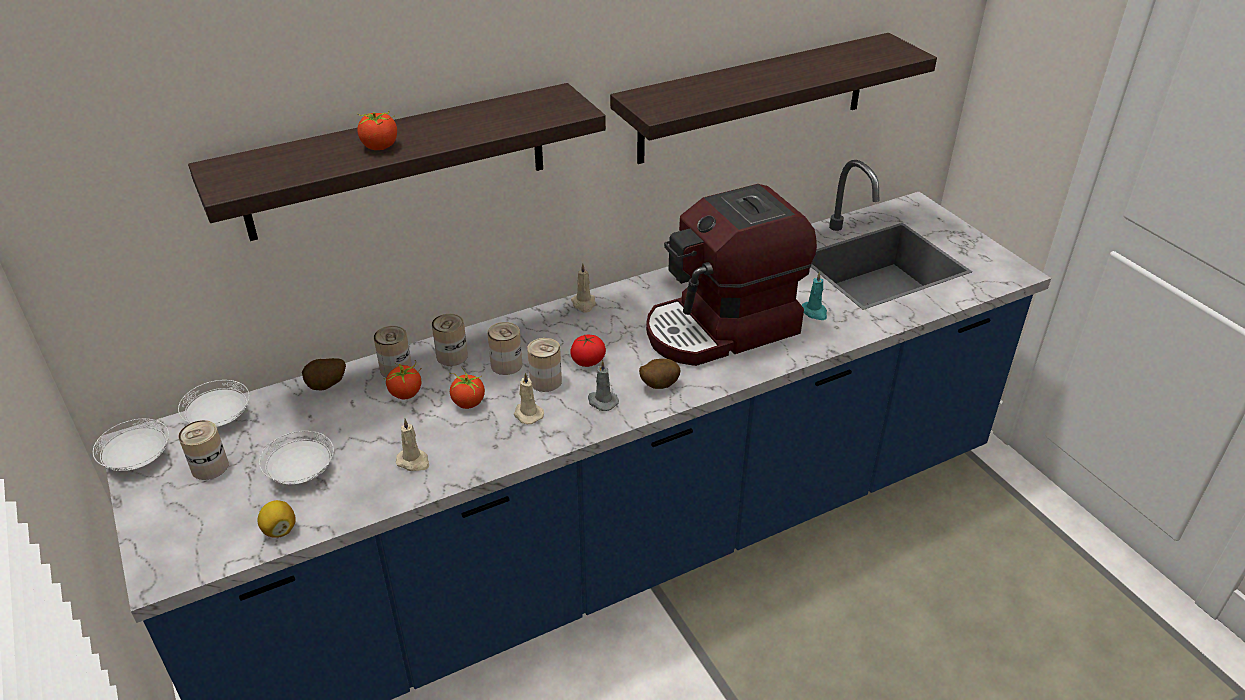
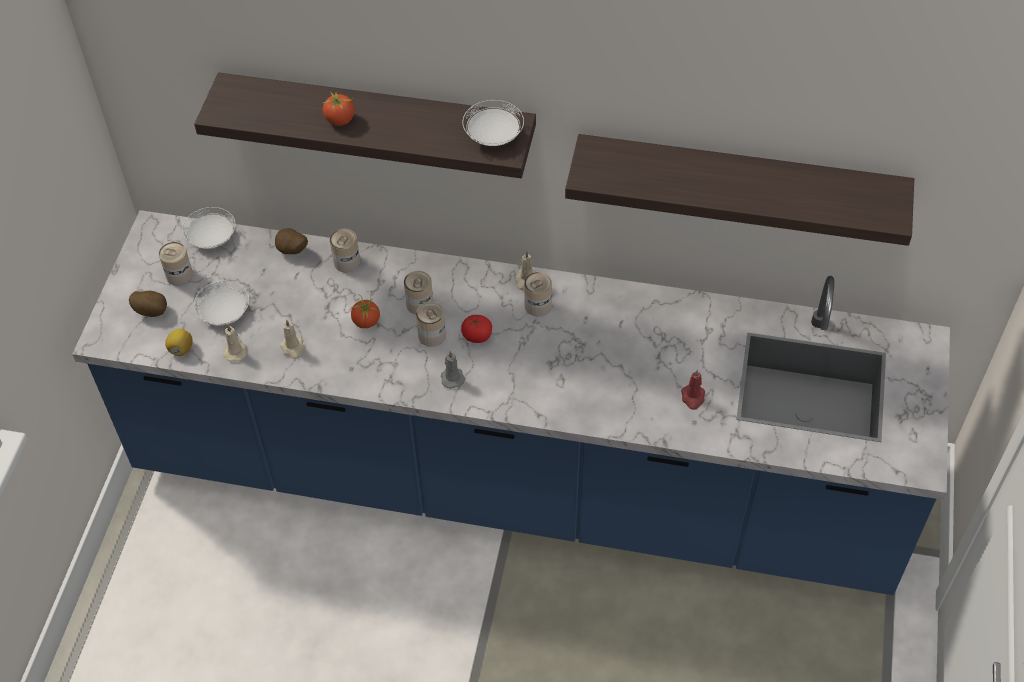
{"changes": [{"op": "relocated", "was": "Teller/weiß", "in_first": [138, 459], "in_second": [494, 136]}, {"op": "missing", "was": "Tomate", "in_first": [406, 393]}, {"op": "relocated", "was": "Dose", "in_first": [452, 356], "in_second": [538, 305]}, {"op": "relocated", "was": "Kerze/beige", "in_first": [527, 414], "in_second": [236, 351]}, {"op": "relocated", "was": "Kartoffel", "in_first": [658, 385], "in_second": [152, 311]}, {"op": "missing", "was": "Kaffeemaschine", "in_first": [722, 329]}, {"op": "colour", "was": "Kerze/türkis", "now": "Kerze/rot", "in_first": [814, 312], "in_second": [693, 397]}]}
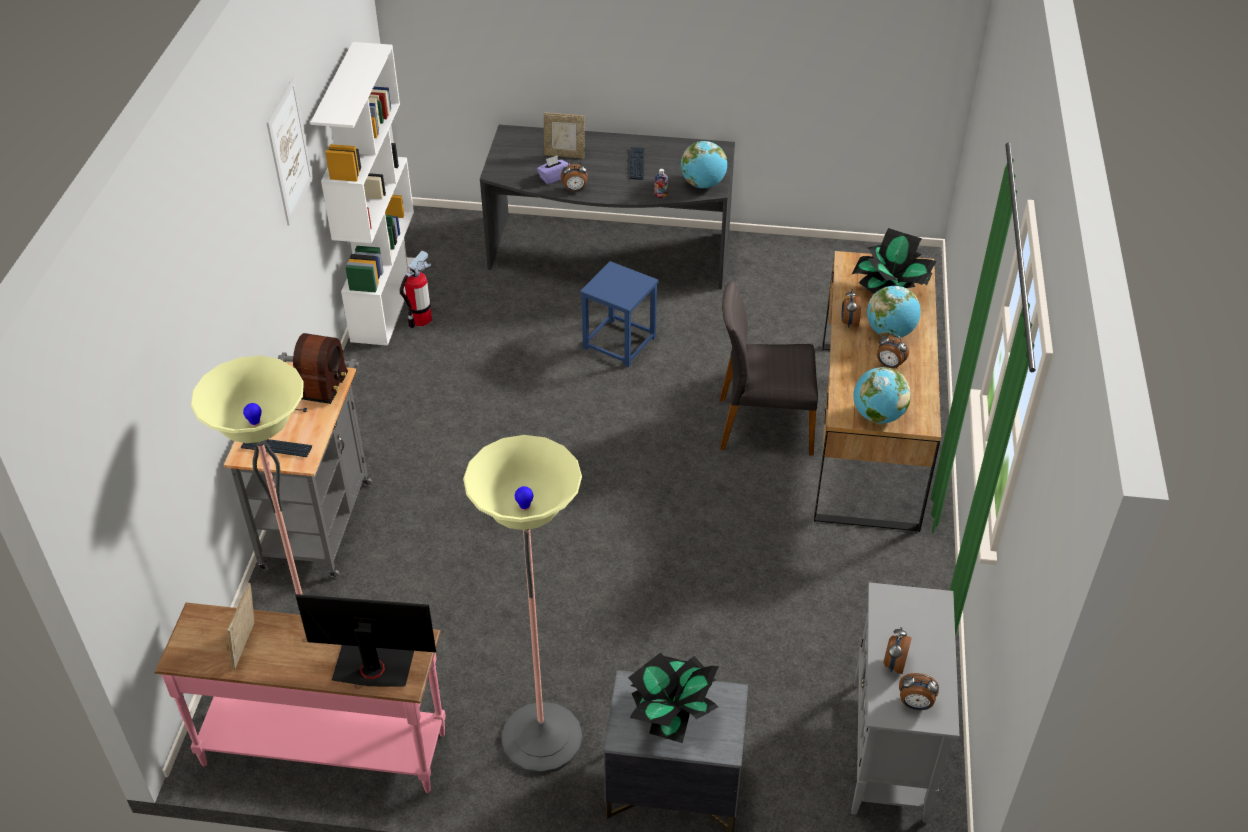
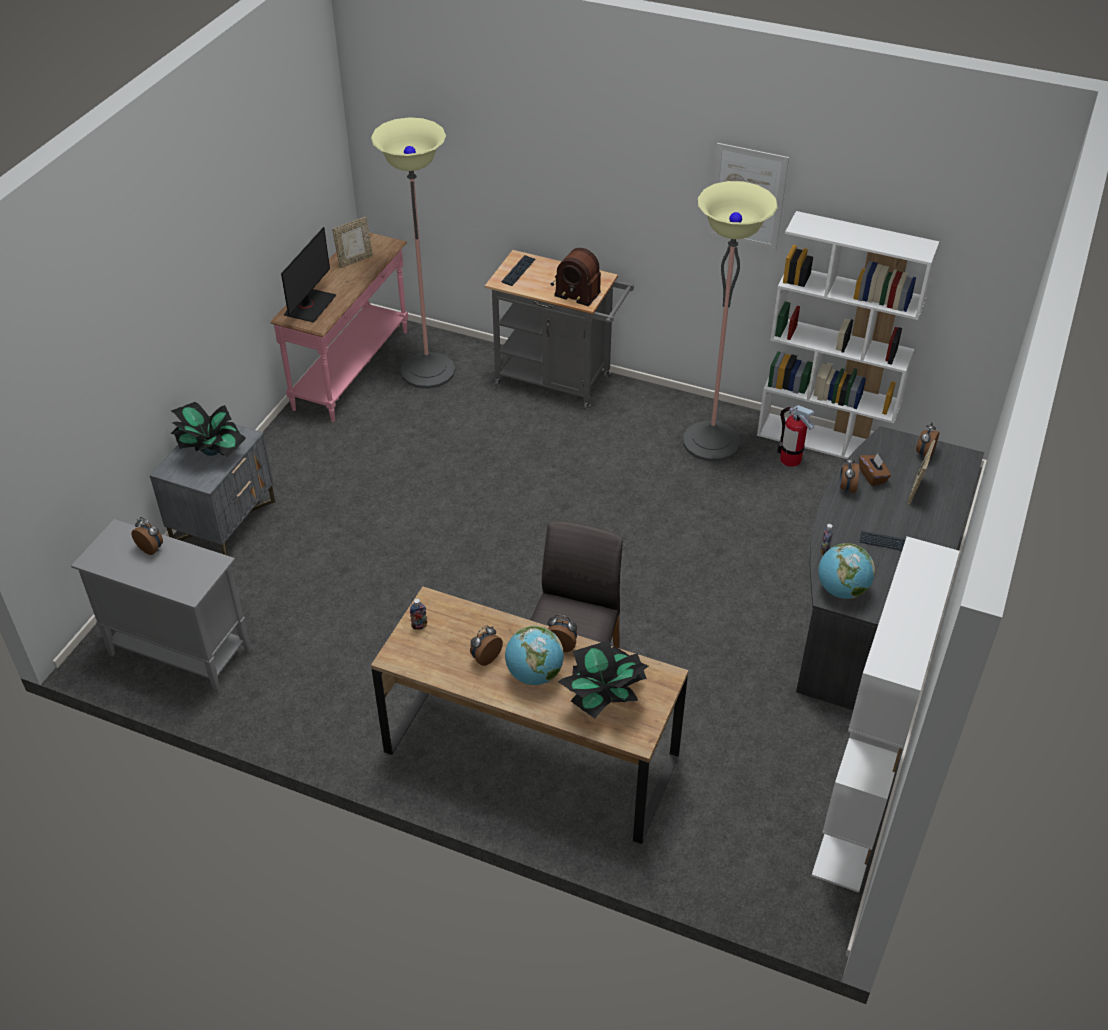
{"changes": [{"op": "spun", "was": "Bilderrahmen", "in_first": [247, 646], "in_second": [355, 260], "clockwise": 120}, {"op": "relocated", "was": "Stehlampe", "in_first": [542, 738], "in_second": [711, 442]}, {"op": "colour", "was": "Taschentuchbox/lila", "now": "Taschentuchbox/braun", "in_first": [553, 177], "in_second": [873, 476]}, {"op": "missing", "was": "Hocker/blau", "in_first": [619, 343]}, {"op": "exchanged", "was": "Globus", "now": "Flasche", "in_first": [877, 416], "in_second": [419, 626]}, {"op": "relocated", "was": "Wecker", "in_first": [915, 704], "in_second": [924, 453]}, {"op": "appeared", "now": "Bücherregal/weiß", "in_second": [856, 816]}]}
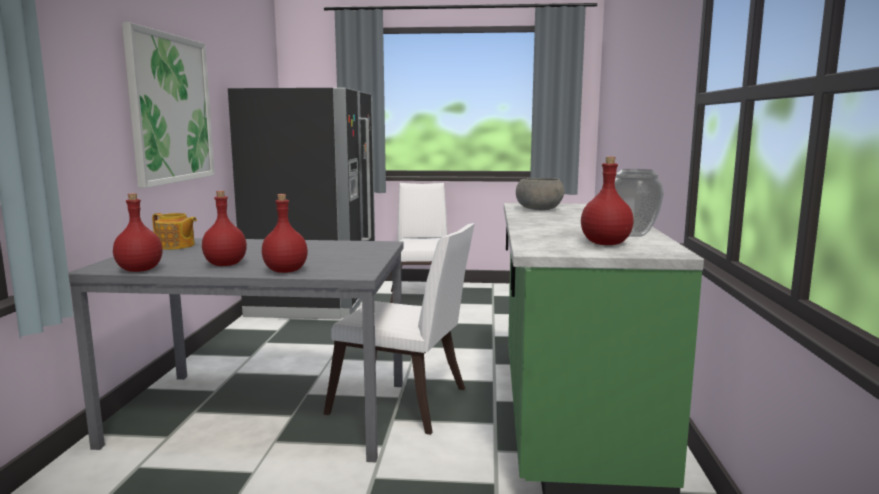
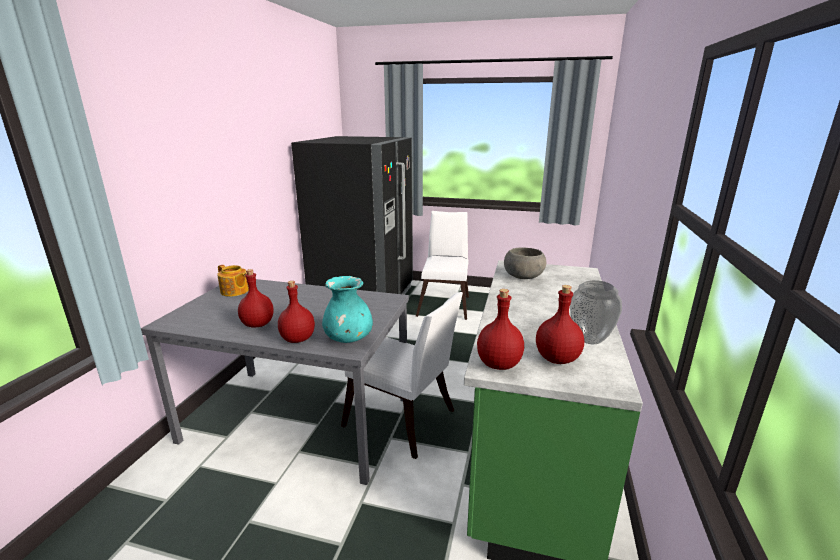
{"changes": [{"op": "relocated", "was": "Flasche/rot", "in_first": [139, 270], "in_second": [498, 364]}, {"op": "missing", "was": "Bild", "in_first": [171, 109]}, {"op": "appeared", "now": "Vase/türkis", "in_second": [349, 339]}]}
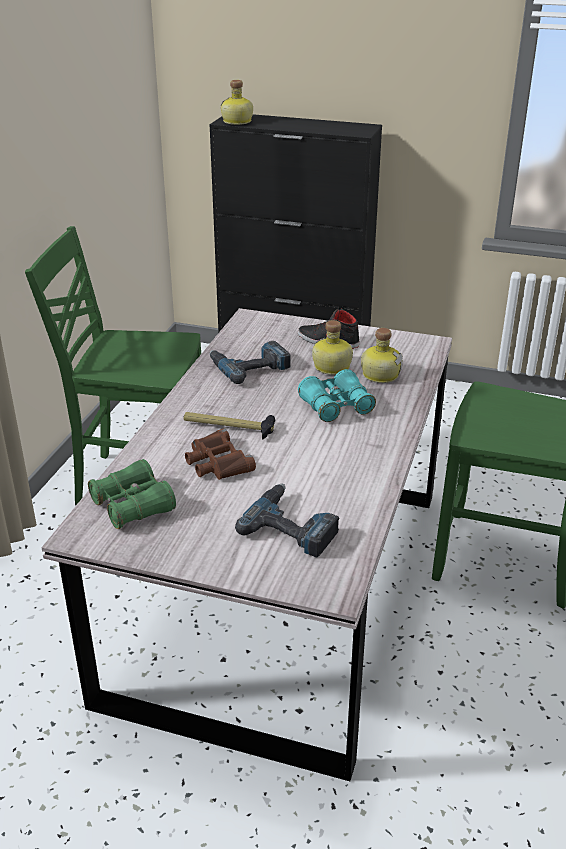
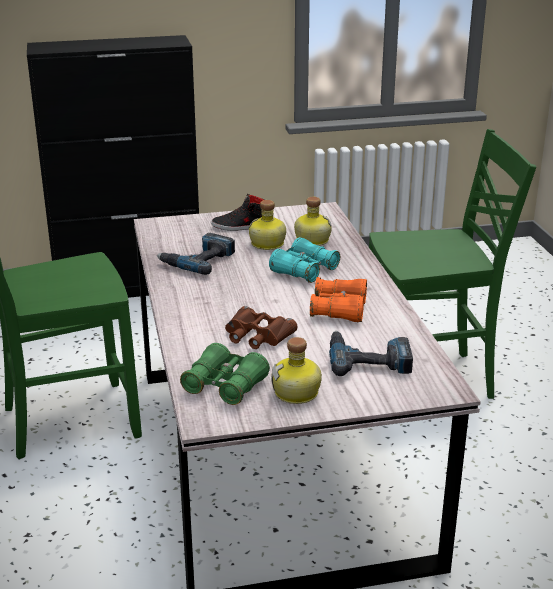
{"changes": [{"op": "missing", "was": "Hammer", "in_first": [228, 427]}, {"op": "relocated", "was": "Flasche", "in_first": [237, 122], "in_second": [297, 393]}, {"op": "appeared", "now": "Fernglas/orange", "in_second": [339, 309]}]}
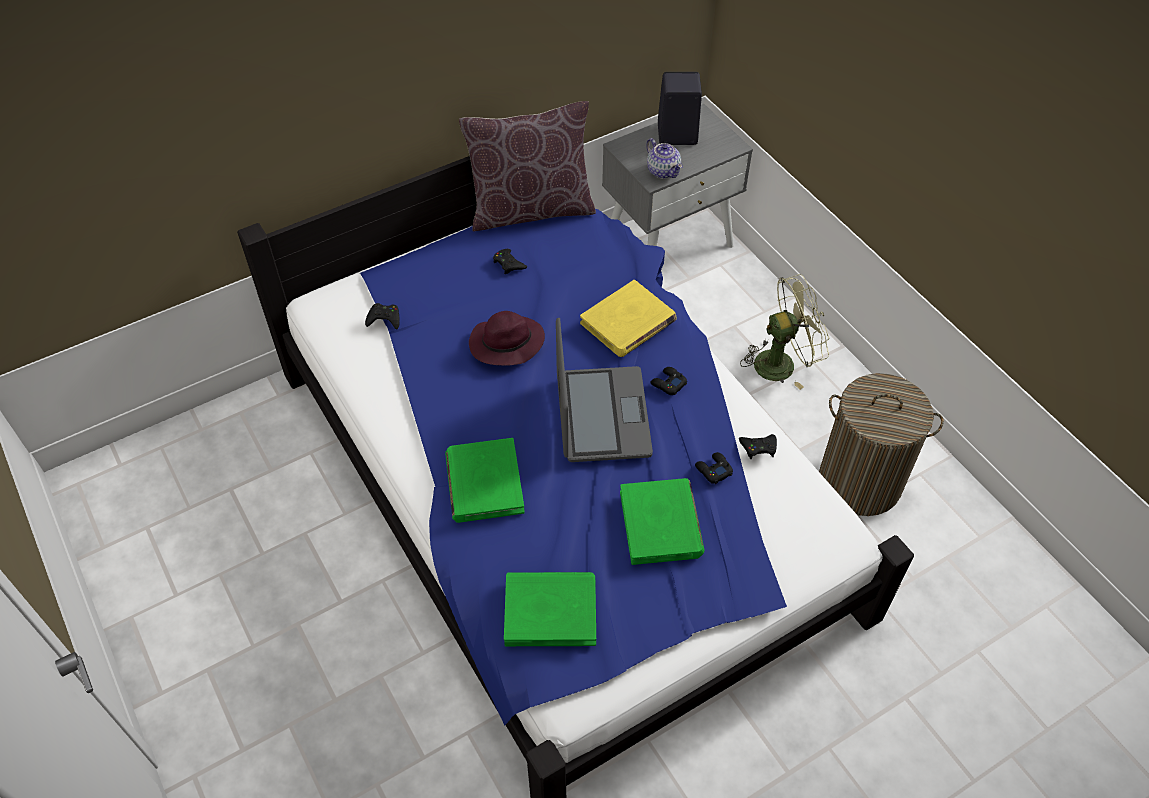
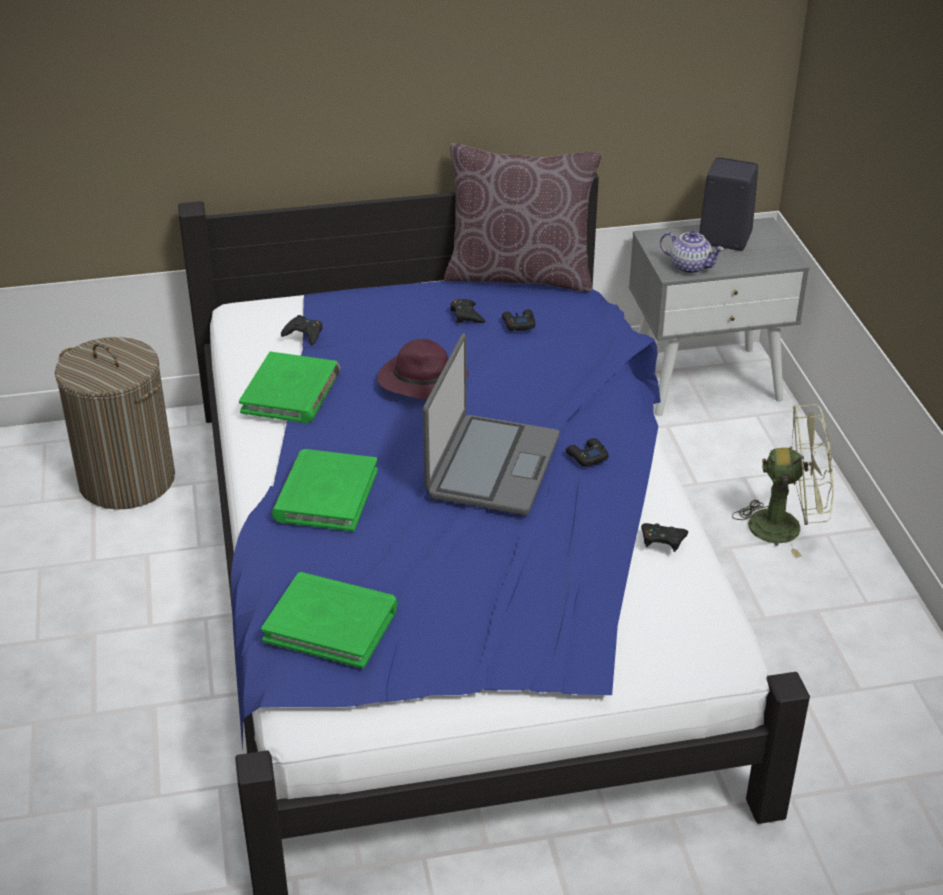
{"changes": [{"op": "missing", "was": "Buch/gelb", "in_first": [628, 322]}, {"op": "relocated", "was": "Buch/grün", "in_first": [661, 524], "in_second": [291, 392]}, {"op": "spun", "was": "Teekanne", "in_first": [663, 170], "in_second": [689, 266], "clockwise": -45}, {"op": "relocated", "was": "Gamepad/schwarz", "in_first": [713, 470], "in_second": [518, 324]}, {"op": "relocated", "was": "Wäschekorb", "in_first": [860, 481], "in_second": [127, 480]}]}
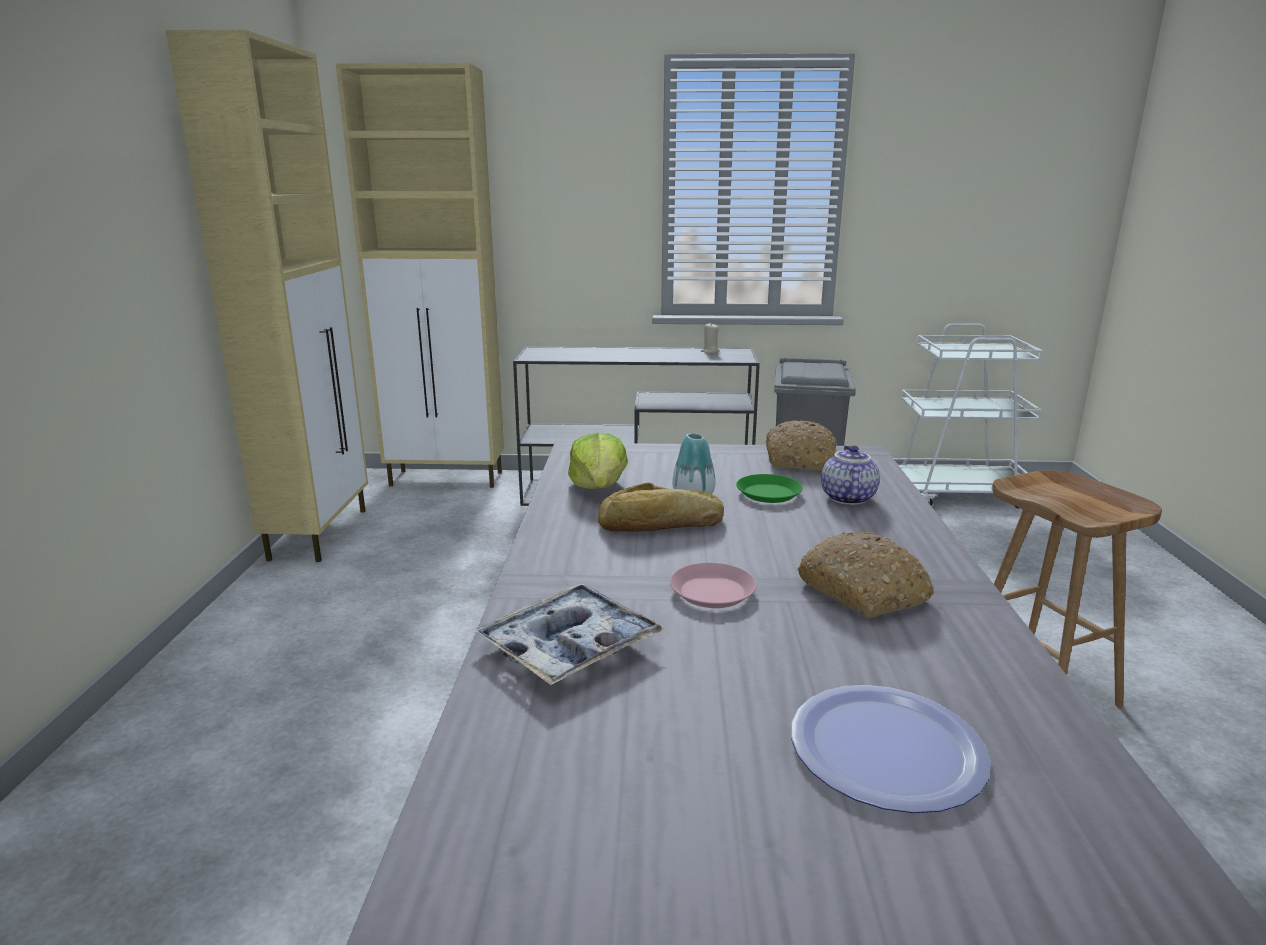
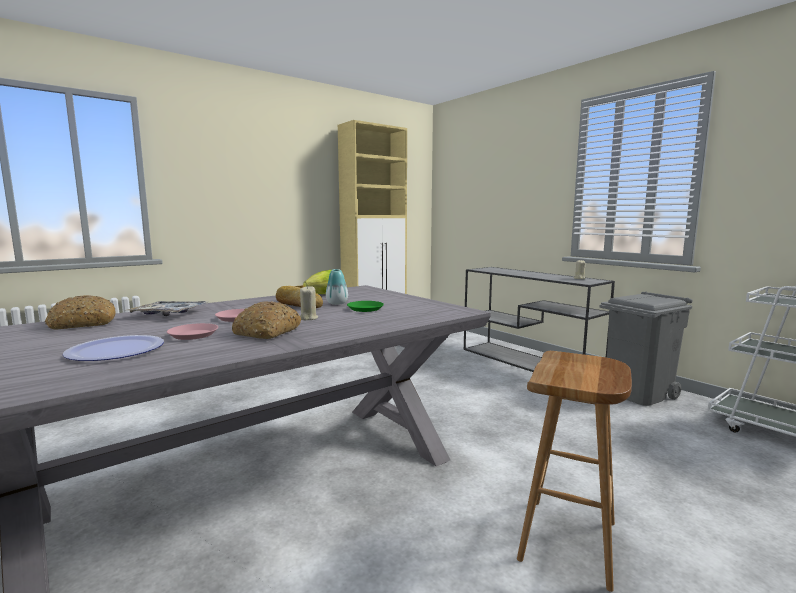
{"changes": [{"op": "missing", "was": "Schrank/beige", "in_first": [448, 479]}, {"op": "relocated", "was": "Brot", "in_first": [801, 460], "in_second": [83, 324]}, {"op": "missing", "was": "Teekanne", "in_first": [846, 498]}, {"op": "appeared", "now": "Teller/rosa", "in_second": [193, 335]}, {"op": "appeared", "now": "Kerze/beige", "in_second": [308, 318]}]}
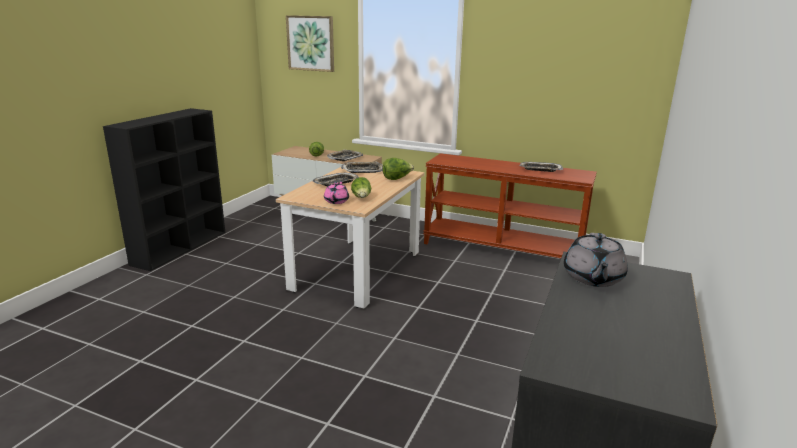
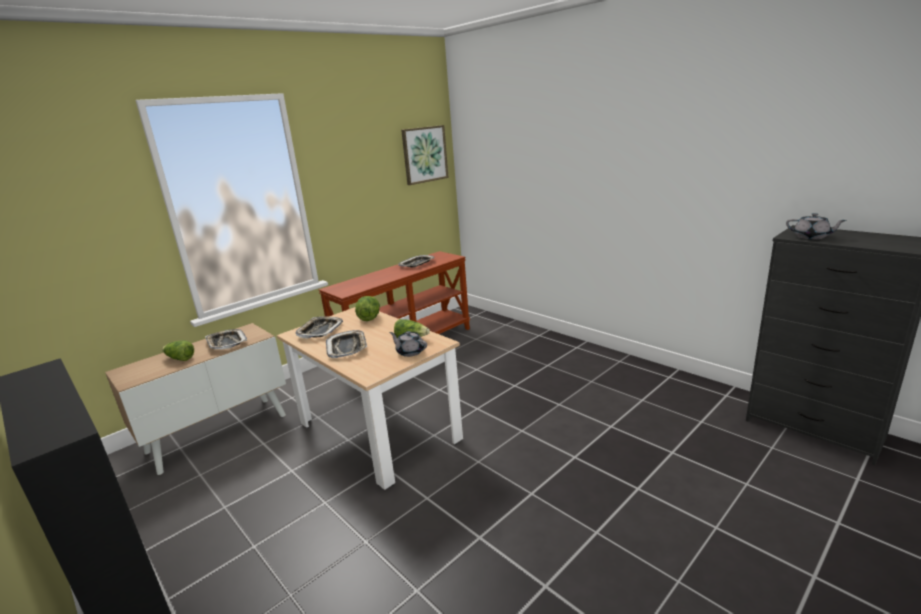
{"changes": [{"op": "relocated", "was": "Bild", "in_first": [311, 43], "in_second": [424, 154]}, {"op": "colour", "was": "Teekanne/rosa", "now": "Teekanne/grau", "in_first": [337, 201], "in_second": [410, 352]}]}
